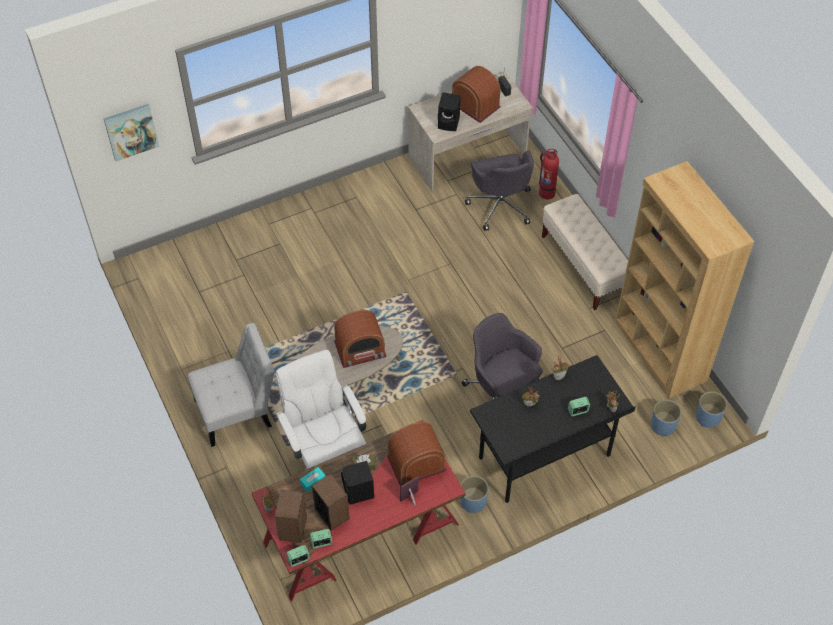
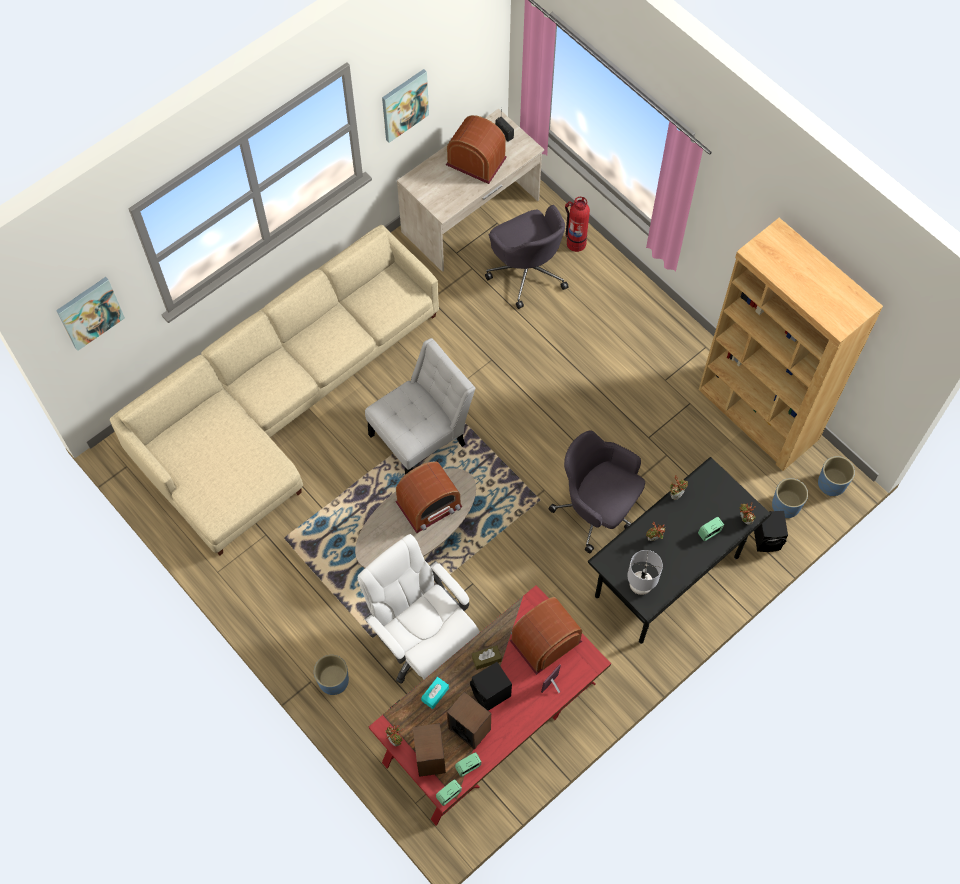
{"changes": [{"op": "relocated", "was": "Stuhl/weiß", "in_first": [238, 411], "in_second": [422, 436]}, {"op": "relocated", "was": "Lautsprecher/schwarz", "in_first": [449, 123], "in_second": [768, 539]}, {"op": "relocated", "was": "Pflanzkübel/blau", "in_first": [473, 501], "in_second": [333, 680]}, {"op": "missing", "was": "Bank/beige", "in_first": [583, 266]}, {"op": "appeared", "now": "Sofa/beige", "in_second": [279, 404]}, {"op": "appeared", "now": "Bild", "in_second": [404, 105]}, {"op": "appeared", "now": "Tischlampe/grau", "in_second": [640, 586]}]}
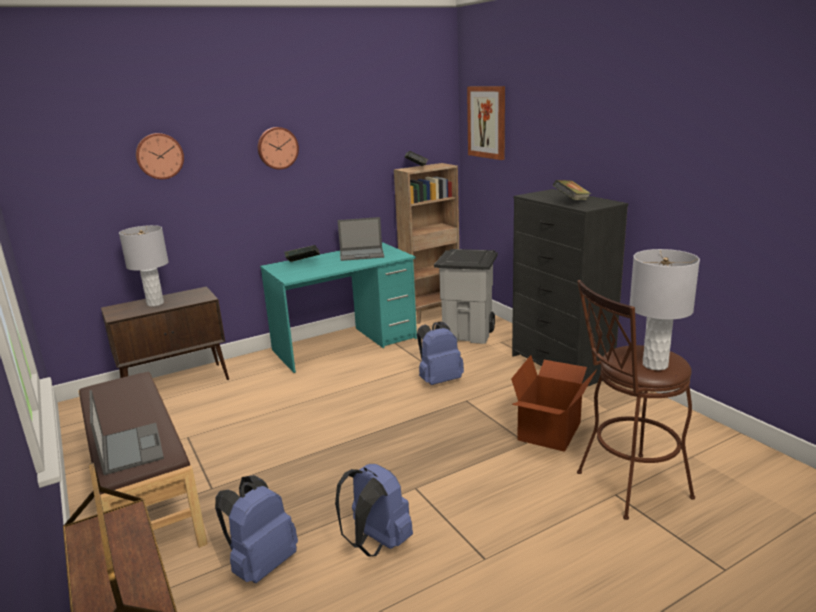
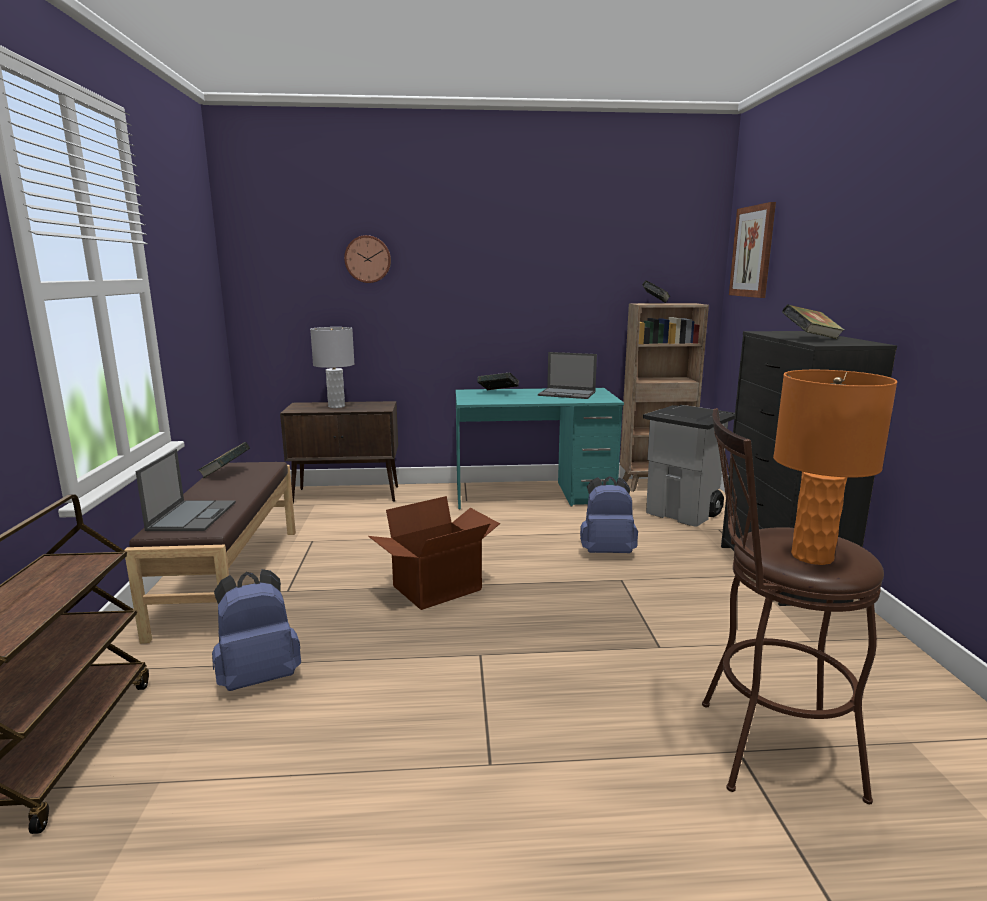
{"changes": [{"op": "missing", "was": "Wanduhr", "in_first": [277, 148]}, {"op": "missing", "was": "Rucksack/blau", "in_first": [376, 543]}, {"op": "relocated", "was": "Karton", "in_first": [551, 431], "in_second": [438, 589]}, {"op": "colour", "was": "Tischlampe/grau", "now": "Tischlampe/orange", "in_first": [655, 365], "in_second": [813, 556]}, {"op": "appeared", "now": "Buch", "in_second": [225, 473]}]}
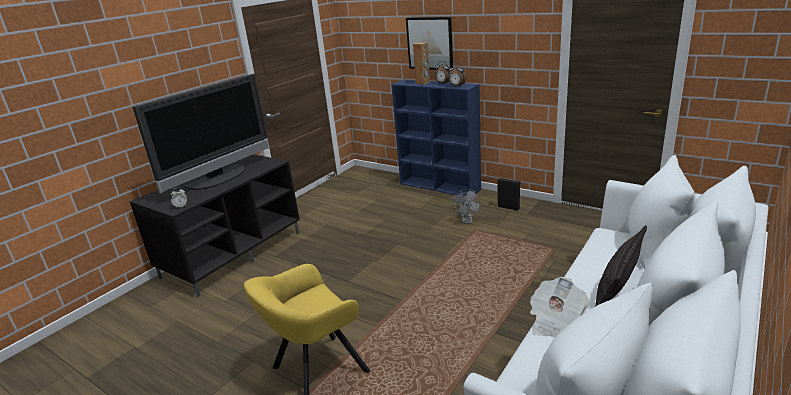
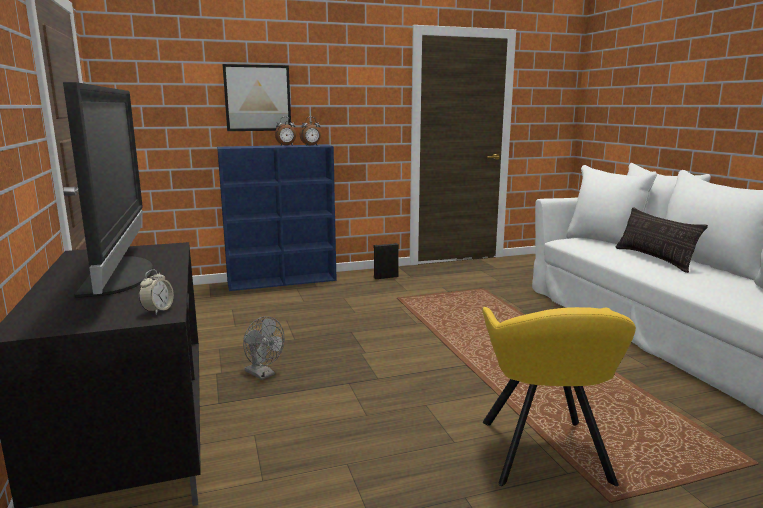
{"changes": [{"op": "missing", "was": "Lautsprecher/braun", "in_first": [423, 83]}, {"op": "relocated", "was": "Ventilator/grau", "in_first": [467, 221], "in_second": [263, 374]}, {"op": "missing", "was": "Zeitung", "in_first": [555, 320]}]}
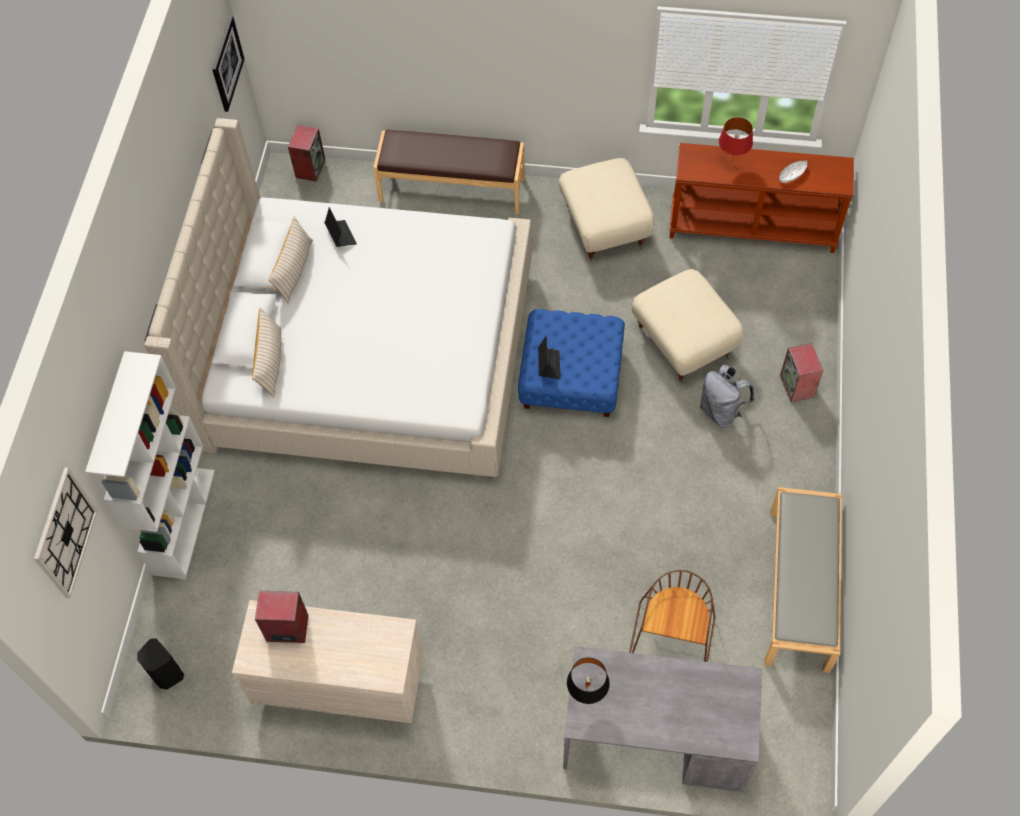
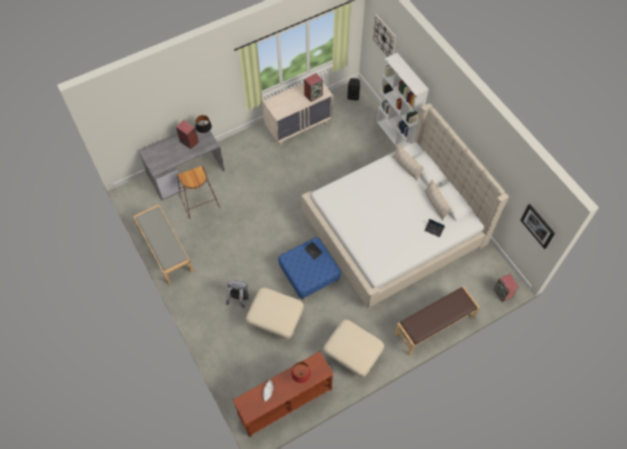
{"changes": [{"op": "relocated", "was": "Lautsprecher", "in_first": [797, 386], "in_second": [188, 141]}]}
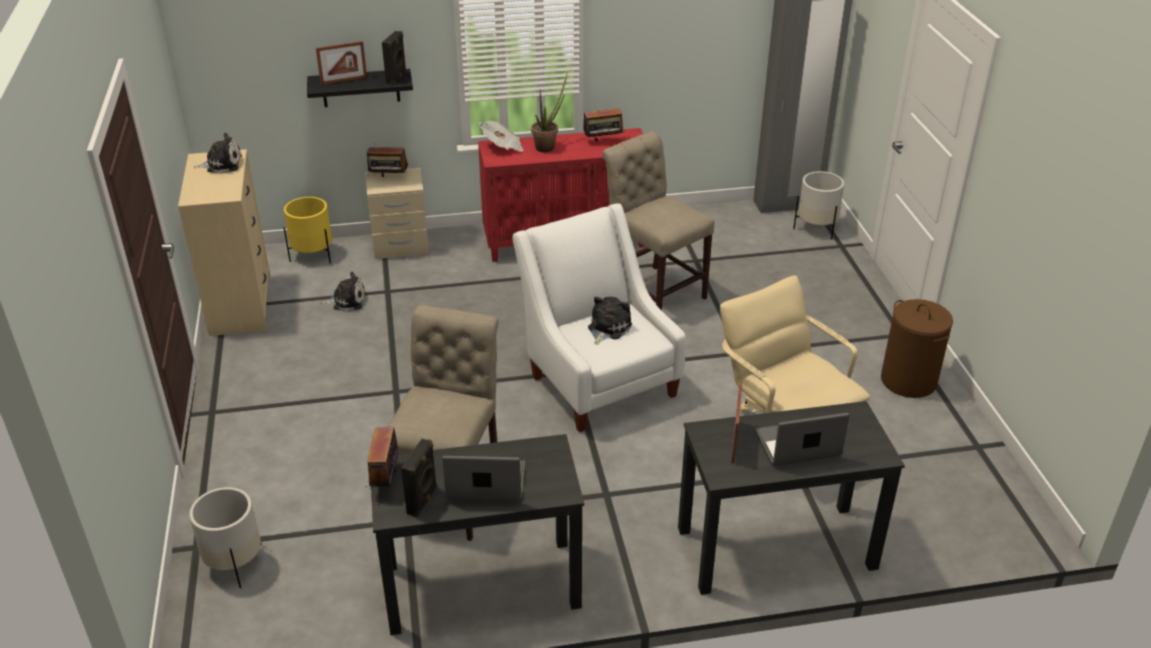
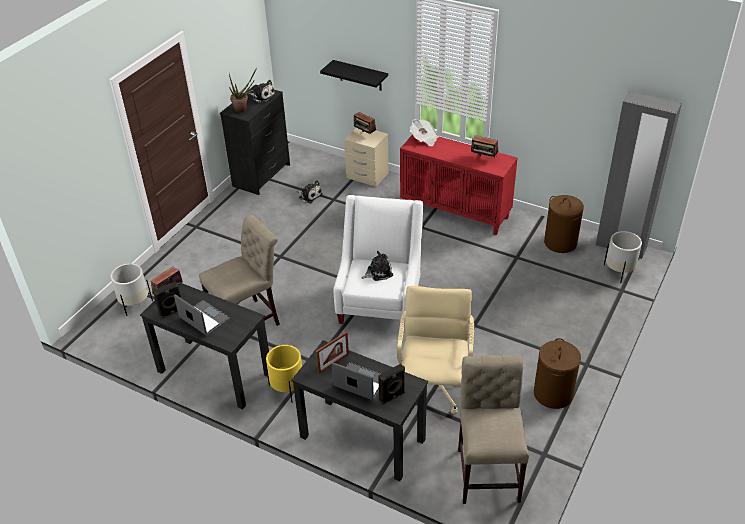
{"changes": [{"op": "colour", "was": "Kommode/beige", "now": "Kommode/schwarz", "in_first": [241, 304], "in_second": [262, 175]}, {"op": "relocated", "was": "Pflanzkübel/gelb", "in_first": [313, 256], "in_second": [287, 388]}, {"op": "missing", "was": "Bilderrahmen", "in_first": [344, 80]}, {"op": "relocated", "was": "Lautsprecher/schwarz", "in_first": [397, 78], "in_second": [392, 397]}, {"op": "relocated", "was": "Topfpflanze", "in_first": [548, 146], "in_second": [243, 109]}, {"op": "relocated", "was": "Stuhl/beige", "in_first": [653, 290], "in_second": [488, 470]}, {"op": "appeared", "now": "Wäschekorb/braun", "in_second": [560, 242]}]}
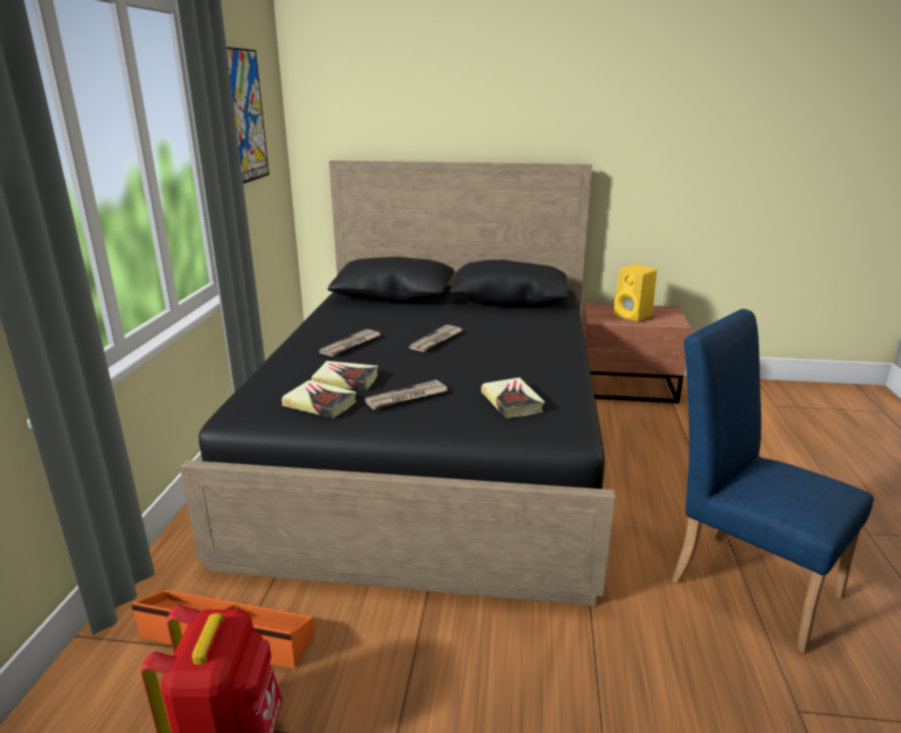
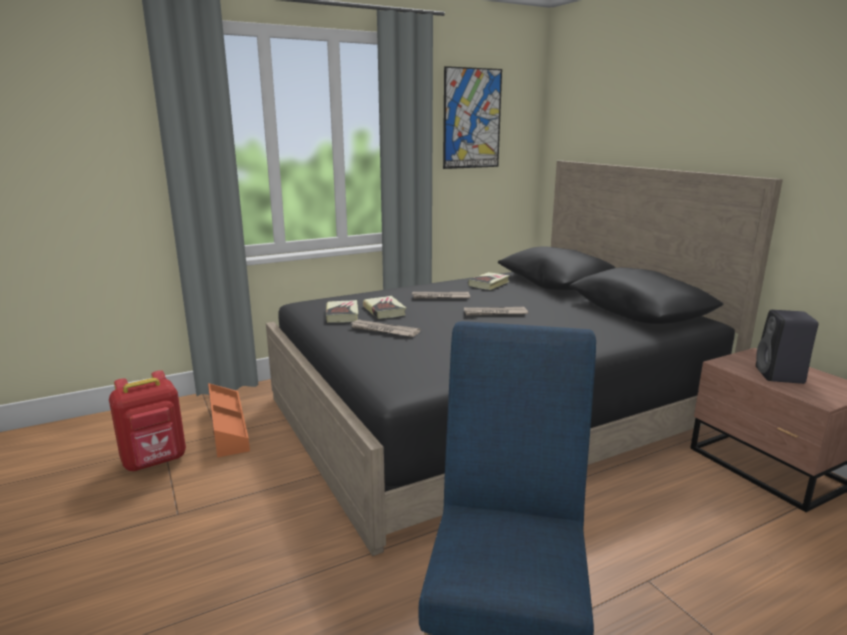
{"changes": [{"op": "relocated", "was": "Buch", "in_first": [512, 402], "in_second": [489, 284]}, {"op": "colour", "was": "Lautsprecher/gelb", "now": "Lautsprecher/schwarz", "in_first": [633, 316], "in_second": [780, 376]}]}
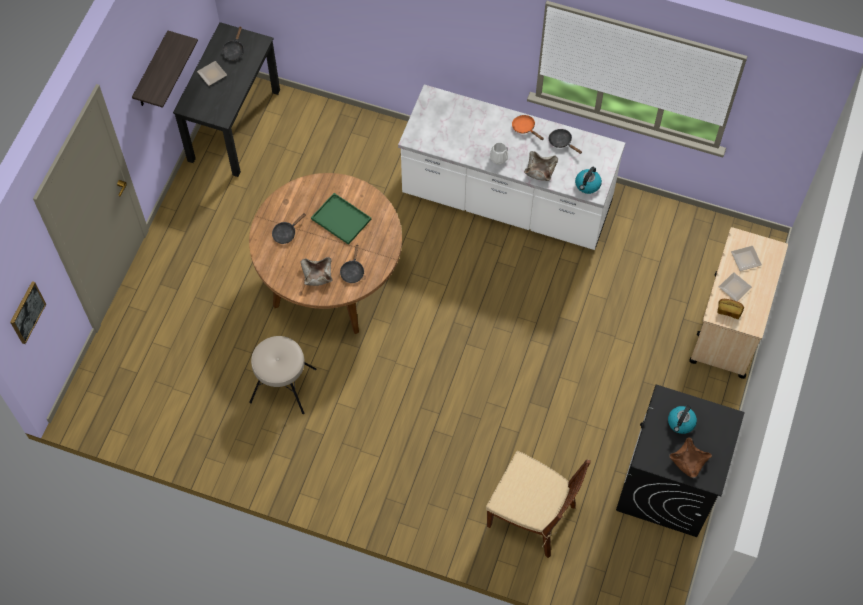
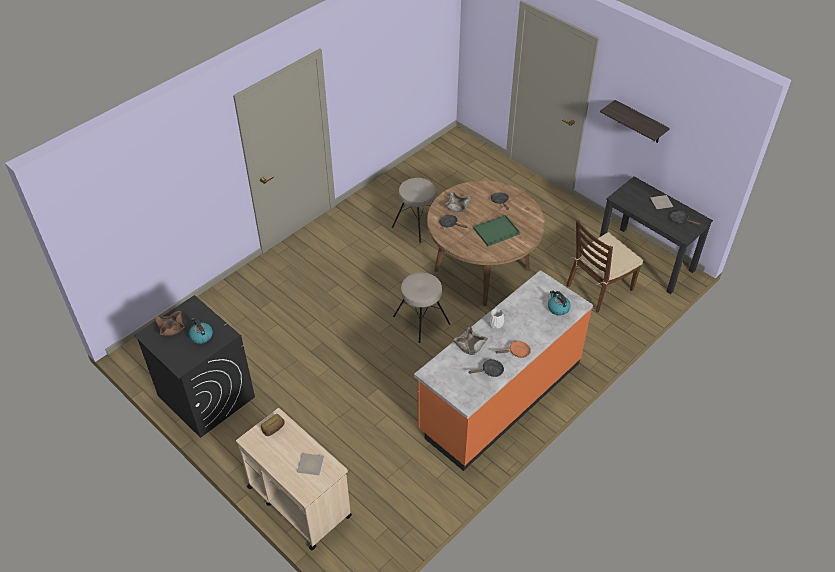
{"changes": [{"op": "missing", "was": "Bild", "in_first": [27, 312]}, {"op": "colour", "was": "Küchenzeile/weiß", "now": "Küchenzeile/orange", "in_first": [506, 201], "in_second": [499, 396]}, {"op": "relocated", "was": "Stuhl/braun", "in_first": [532, 516], "in_second": [599, 288]}, {"op": "relocated", "was": "Wasserkessel", "in_first": [587, 185], "in_second": [558, 308]}, {"op": "missing", "was": "Teller", "in_first": [734, 287]}, {"op": "appeared", "now": "Hocker/beige", "in_second": [421, 320]}]}
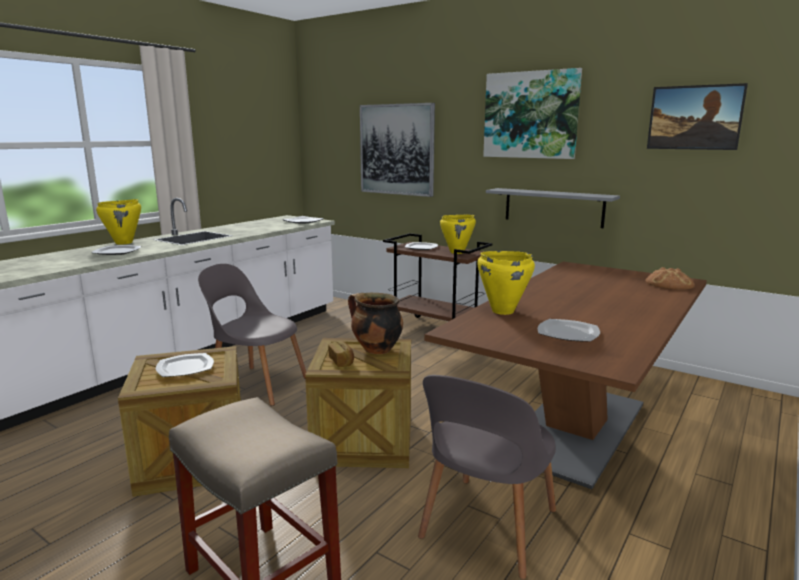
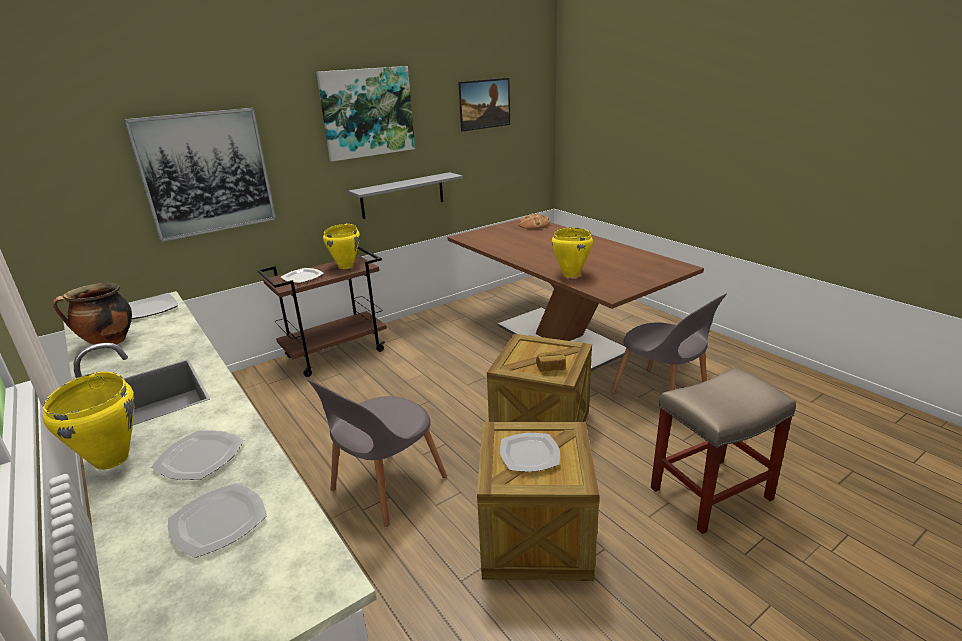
{"changes": [{"op": "relocated", "was": "Kochtopf", "in_first": [375, 350], "in_second": [108, 343]}, {"op": "relocated", "was": "Teller", "in_first": [567, 333], "in_second": [218, 522]}]}
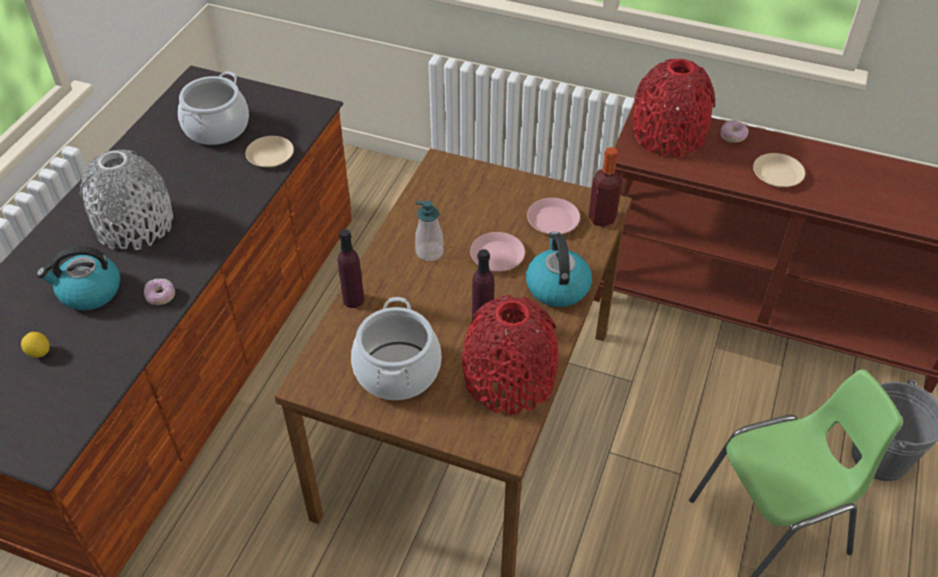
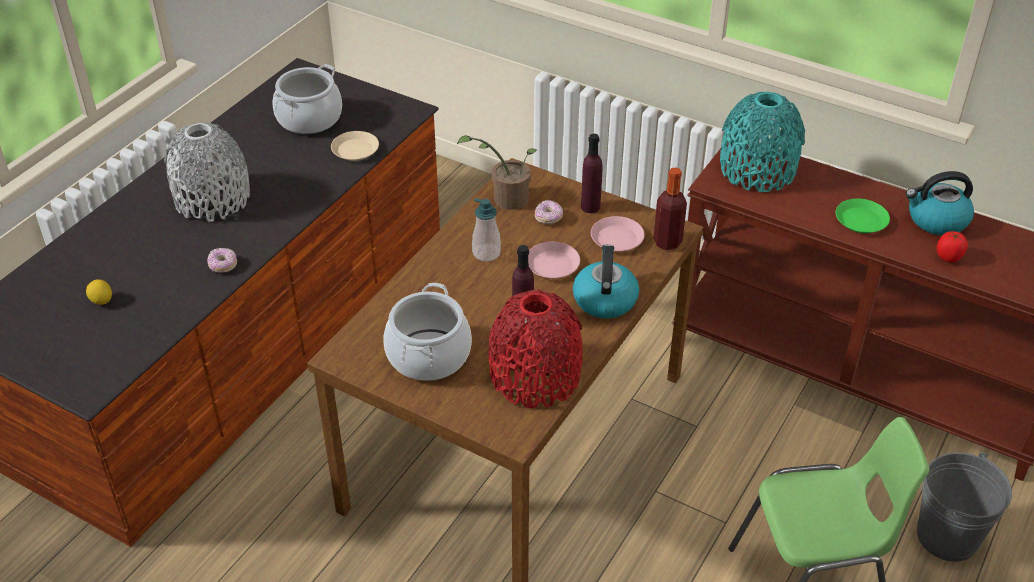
{"changes": [{"op": "relocated", "was": "Wasserkessel", "in_first": [89, 292], "in_second": [936, 220]}, {"op": "relocated", "was": "Flasche/lila", "in_first": [353, 300], "in_second": [590, 207]}, {"op": "colour", "was": "Vase/rot", "now": "Vase/türkis", "in_first": [668, 134], "in_second": [757, 170]}, {"op": "relocated", "was": "Donut", "in_first": [733, 136], "in_second": [548, 218]}, {"op": "colour", "was": "Teller/beige", "now": "Teller/grün", "in_first": [777, 174], "in_second": [860, 220]}, {"op": "appeared", "now": "Topfpflanze", "in_second": [505, 199]}, {"op": "appeared", "now": "Tomate", "in_second": [948, 257]}]}
